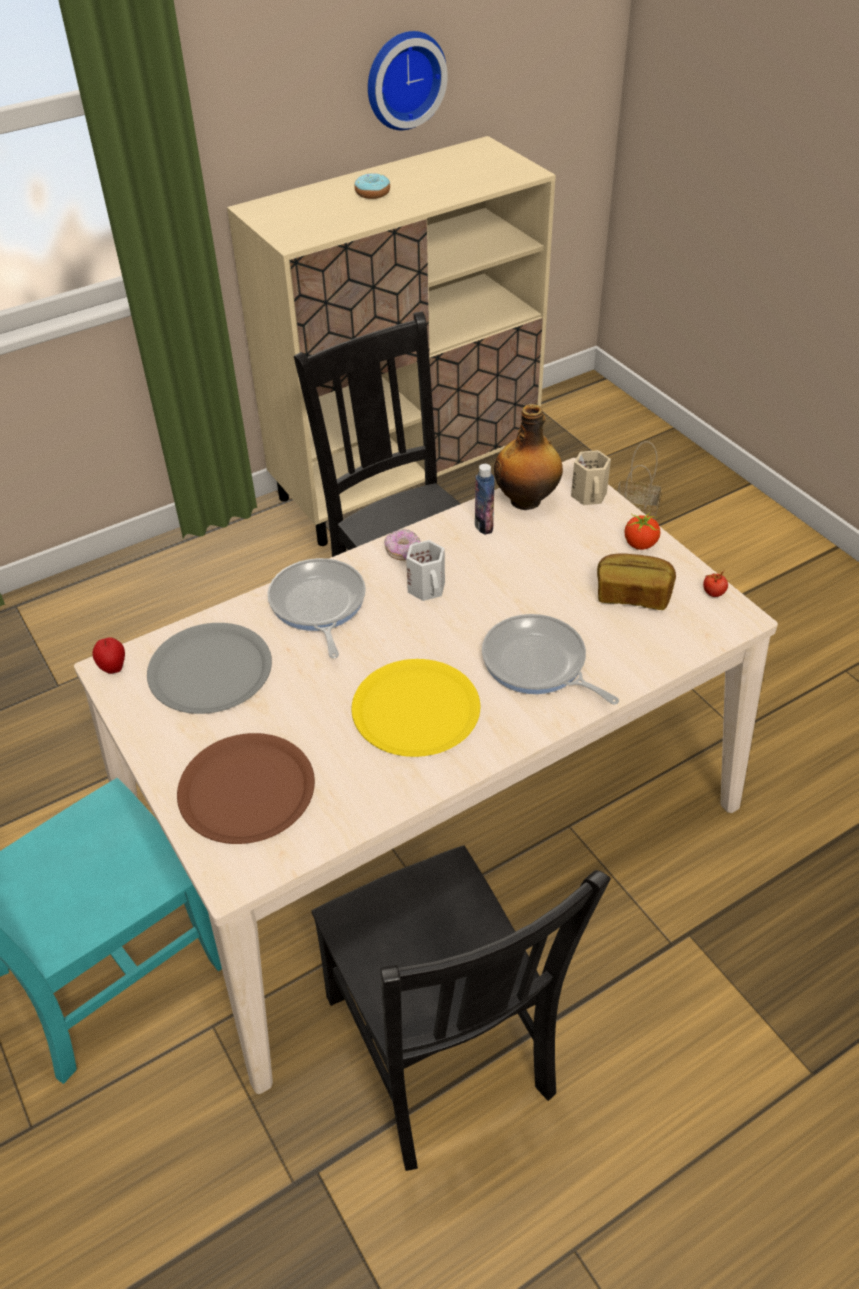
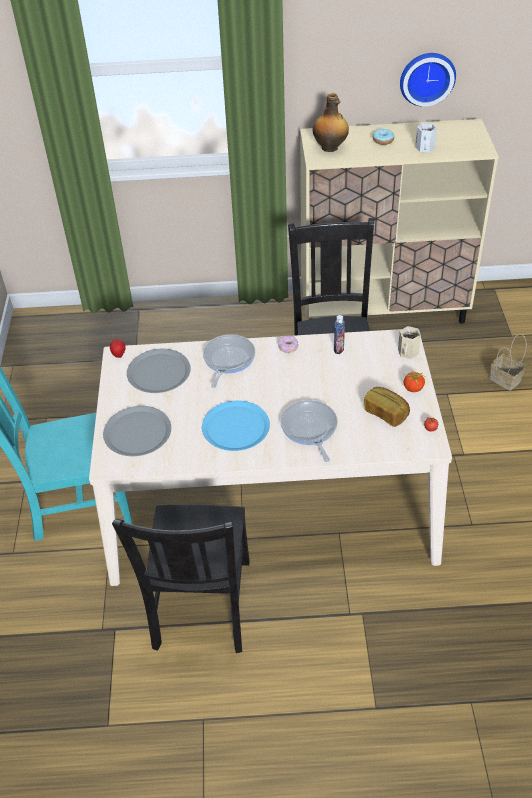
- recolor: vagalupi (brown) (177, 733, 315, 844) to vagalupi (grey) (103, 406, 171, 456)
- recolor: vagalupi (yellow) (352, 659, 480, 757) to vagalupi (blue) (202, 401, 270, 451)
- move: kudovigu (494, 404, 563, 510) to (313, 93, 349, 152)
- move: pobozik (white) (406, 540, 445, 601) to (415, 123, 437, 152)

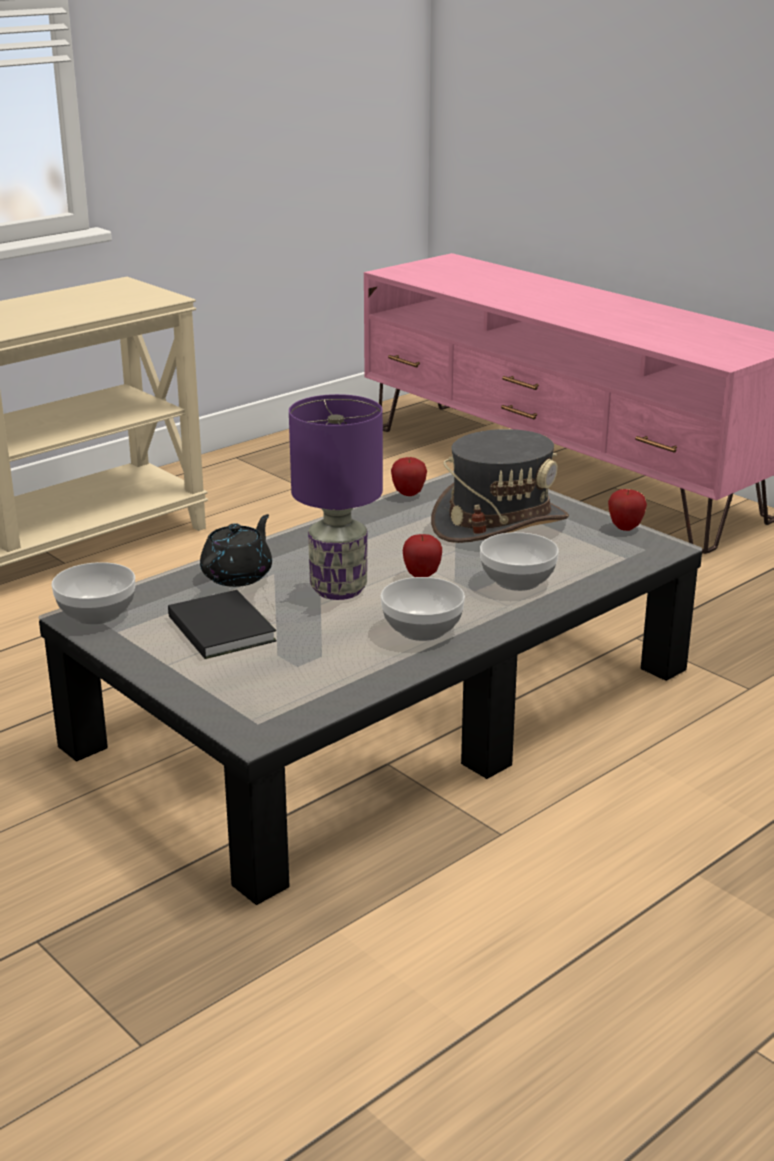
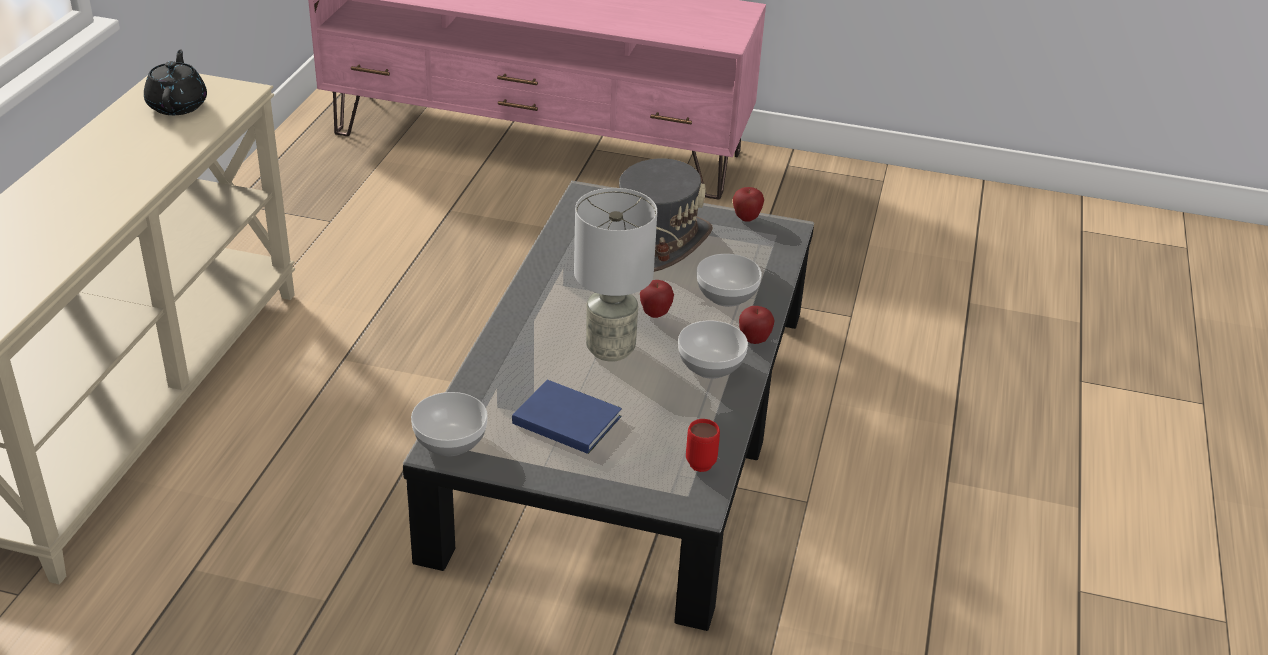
- move: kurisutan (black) (200, 514, 272, 587) to (144, 50, 207, 115)
- recolor: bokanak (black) (168, 590, 277, 659) to bokanak (blue) (512, 380, 622, 454)
- recolor: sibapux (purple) (289, 394, 383, 600) to sibapux (grey) (574, 188, 657, 362)
- insert: pobozik (red) (686, 419, 720, 472)
- move: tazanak (391, 457, 427, 496) to (739, 306, 774, 344)

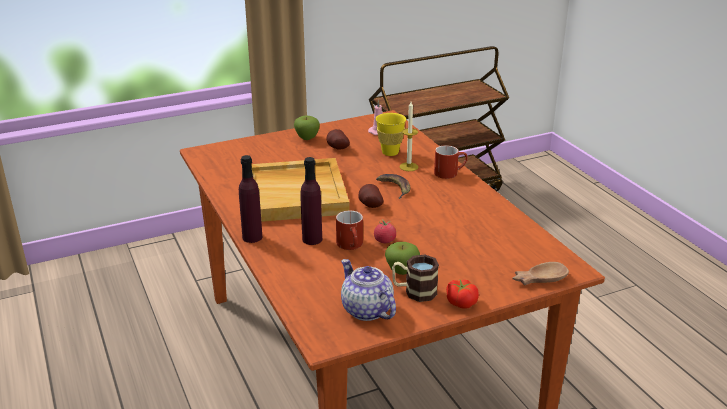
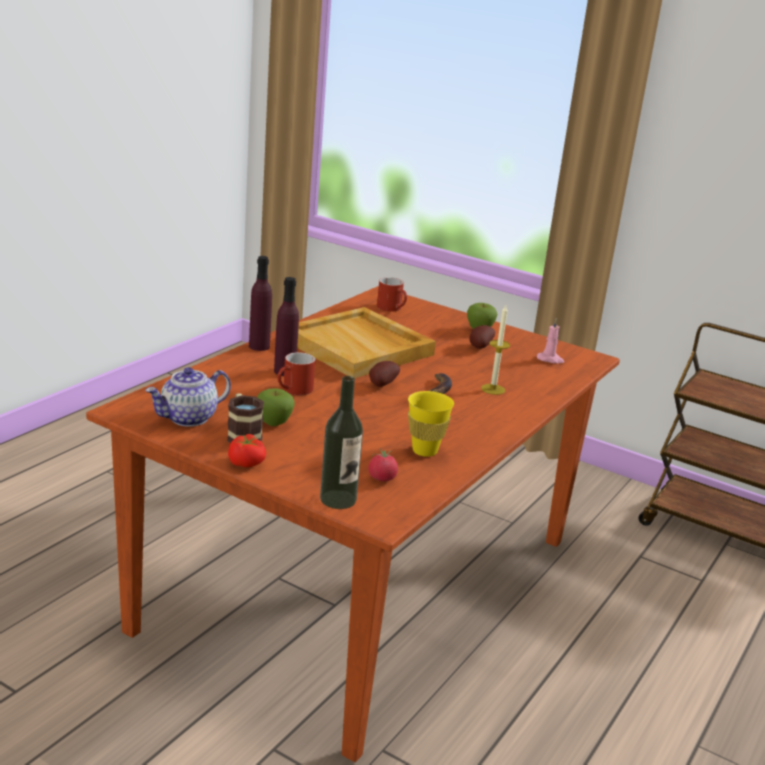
- rotate: kurisutan (341, 259, 396, 321) = (145, 367, 231, 427) 150 degrees counterclockwise
- replace: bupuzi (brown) (512, 262, 569, 285) to kudovigu (320, 376, 363, 509)
- move: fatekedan (374, 219, 396, 243) to (369, 448, 398, 481)
- move: pobozik (red) (434, 145, 468, 179) to (377, 277, 407, 312)
- move: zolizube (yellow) (376, 113, 406, 156) to (408, 391, 454, 457)

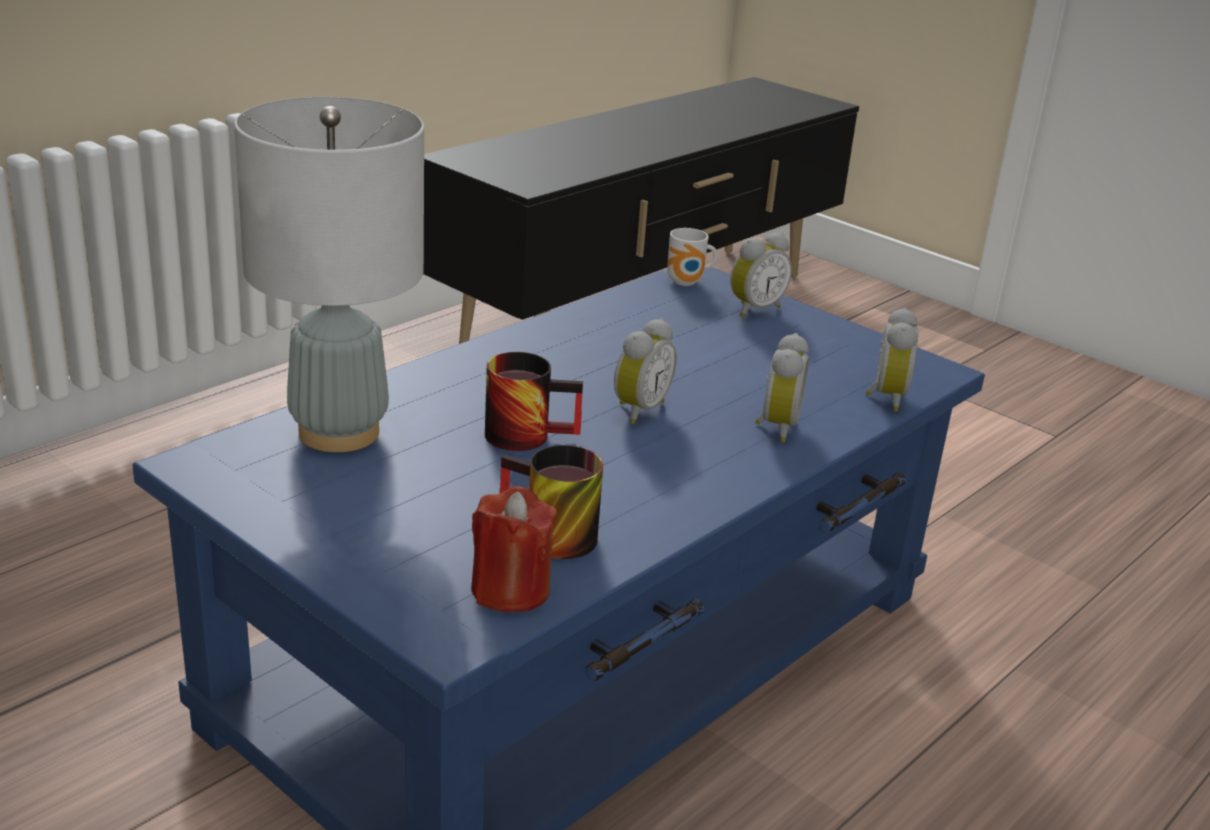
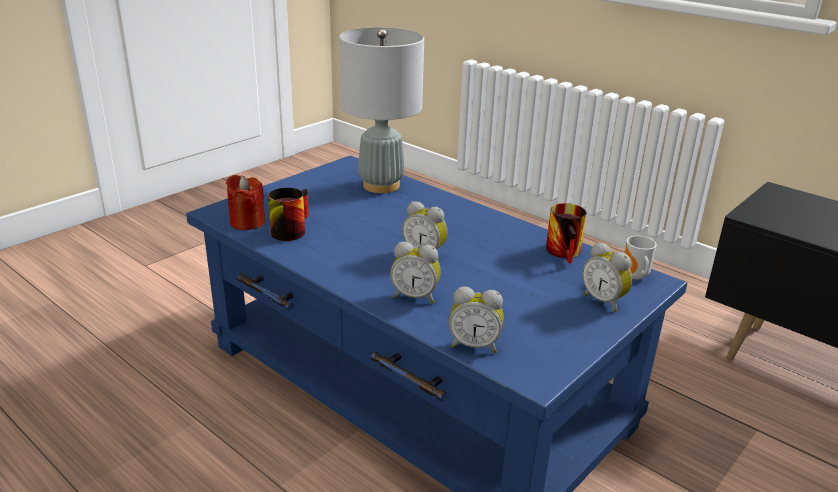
- move: pobozik (485, 352, 583, 451) to (546, 203, 587, 263)

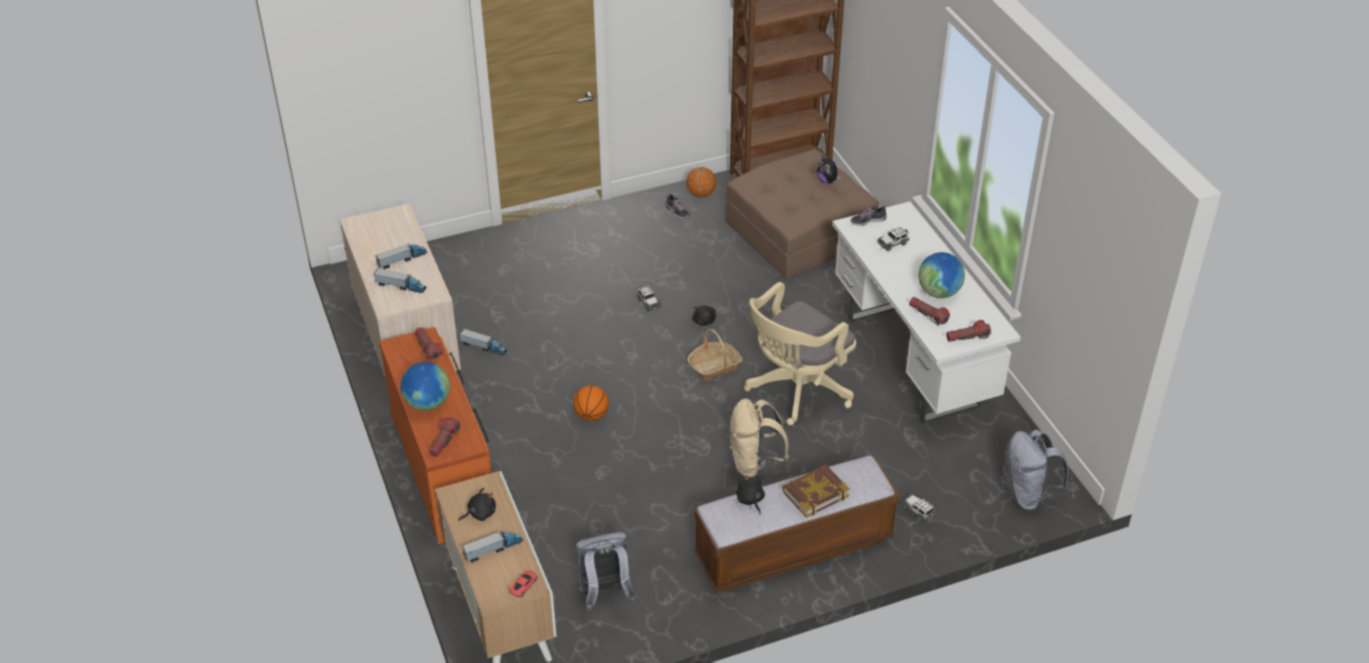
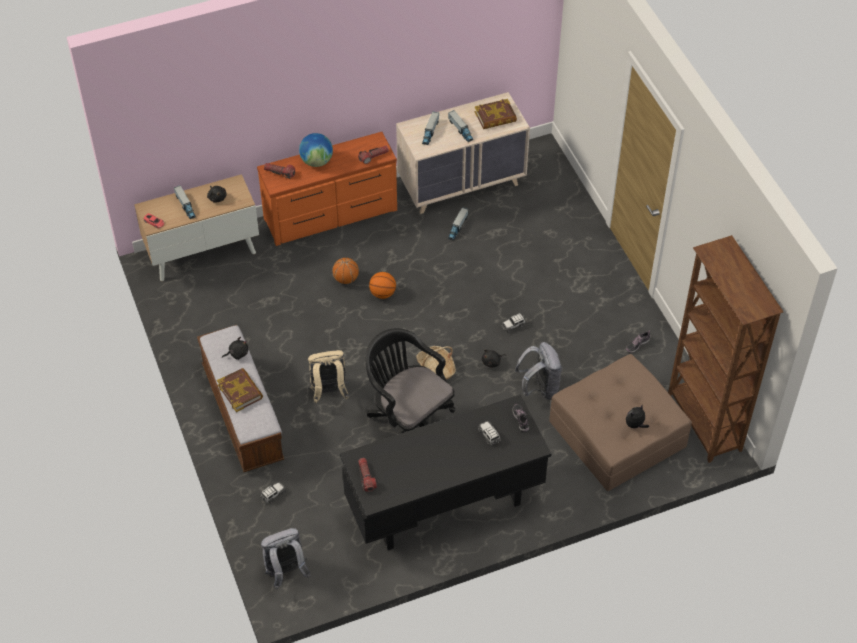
- move: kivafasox (686, 167, 716, 197) to (333, 258, 359, 284)
- recolor: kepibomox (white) (832, 202, 1021, 423) to kepibomox (black) (340, 395, 551, 550)
- recolor: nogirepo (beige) (744, 282, 856, 426) to nogirepo (black) (365, 328, 455, 435)
- insert: bokanak (475, 99, 517, 129)
- move: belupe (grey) (576, 532, 636, 610) to (515, 342, 562, 399)
- delete: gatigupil (909, 297, 950, 326)
- delete: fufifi (918, 252, 965, 298)

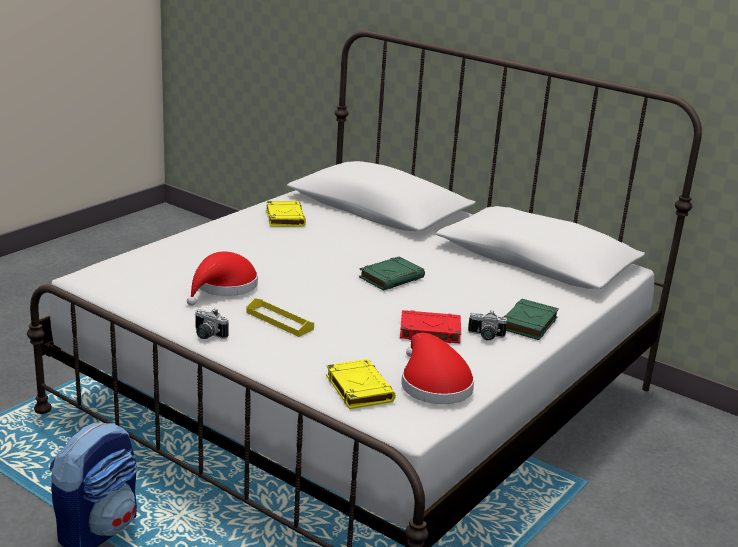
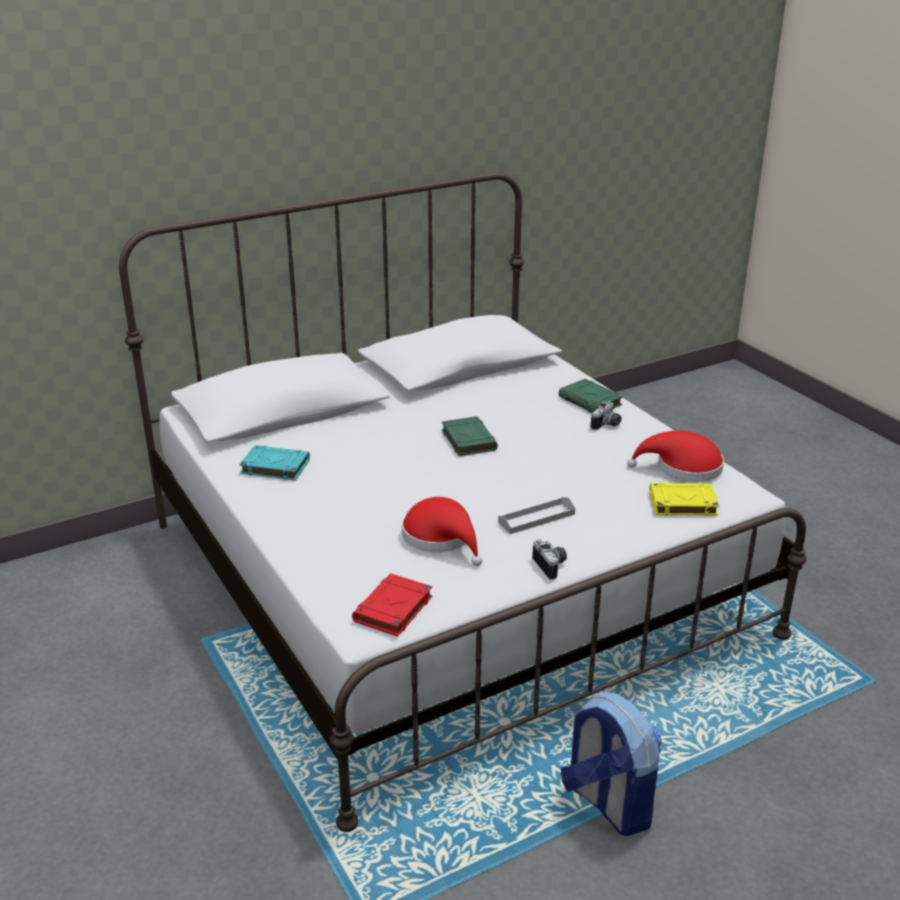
- recolor: bokanak (yellow) (267, 201, 306, 227) to bokanak (turquoise) (239, 445, 310, 480)
- move: bokanak (red) (400, 310, 461, 344) to (352, 573, 432, 637)
- recolor: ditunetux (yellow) (247, 298, 314, 337) to ditunetux (grey) (498, 497, 575, 534)
- rotate: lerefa (195, 309, 228, 339) = (532, 539, 567, 580) 75 degrees counterclockwise

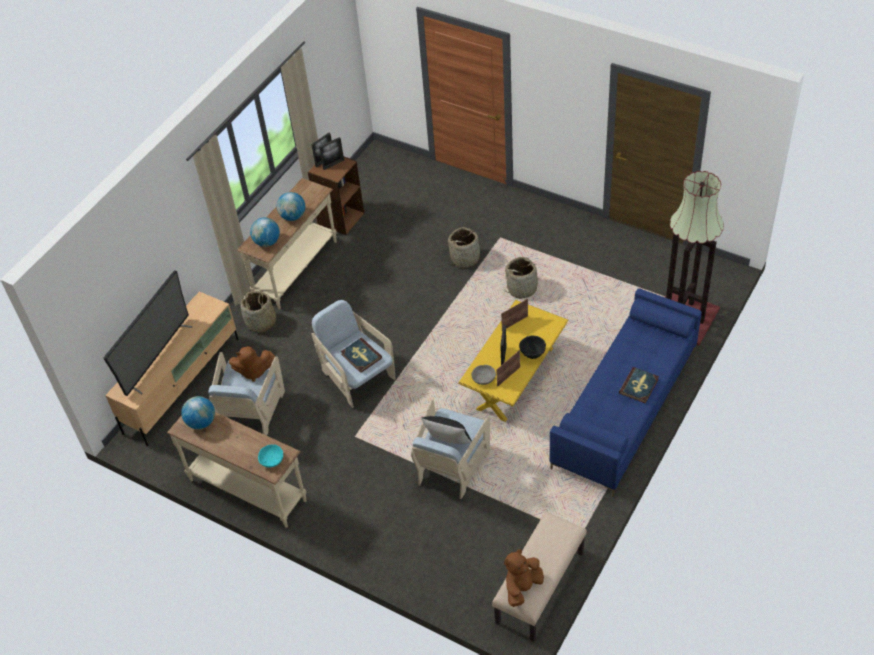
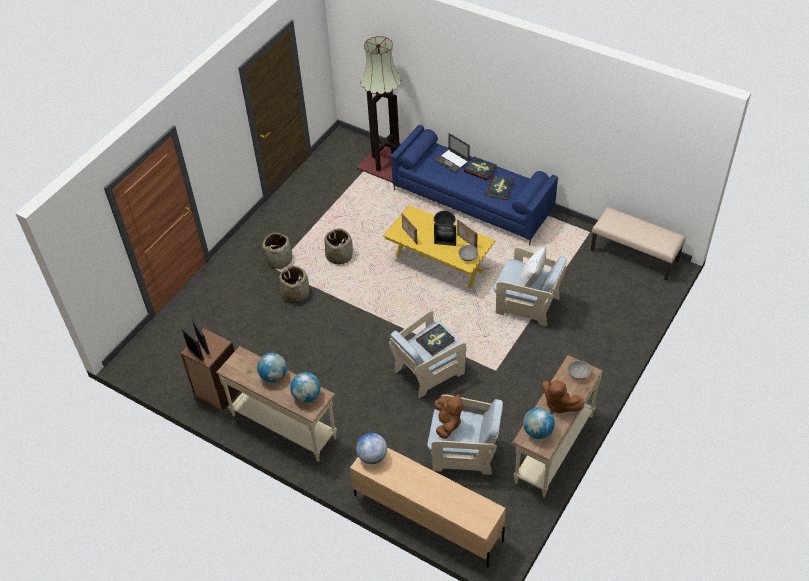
- move: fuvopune (241, 291, 276, 333) to (262, 232, 293, 269)
- insert: fufifi (356, 433, 387, 464)
- insert: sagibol (435, 133, 470, 173)
- insert: bokanak (485, 175, 514, 200)
- recolor: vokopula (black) (421, 416, 472, 444) to vokopula (white) (519, 246, 546, 288)
- move: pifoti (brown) (504, 549, 544, 607) to (542, 380, 584, 414)
- recolor: bupuzi (turquoise) (258, 445, 283, 468) to bupuzi (grey) (568, 360, 592, 380)
- delete: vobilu (103, 270, 193, 396)

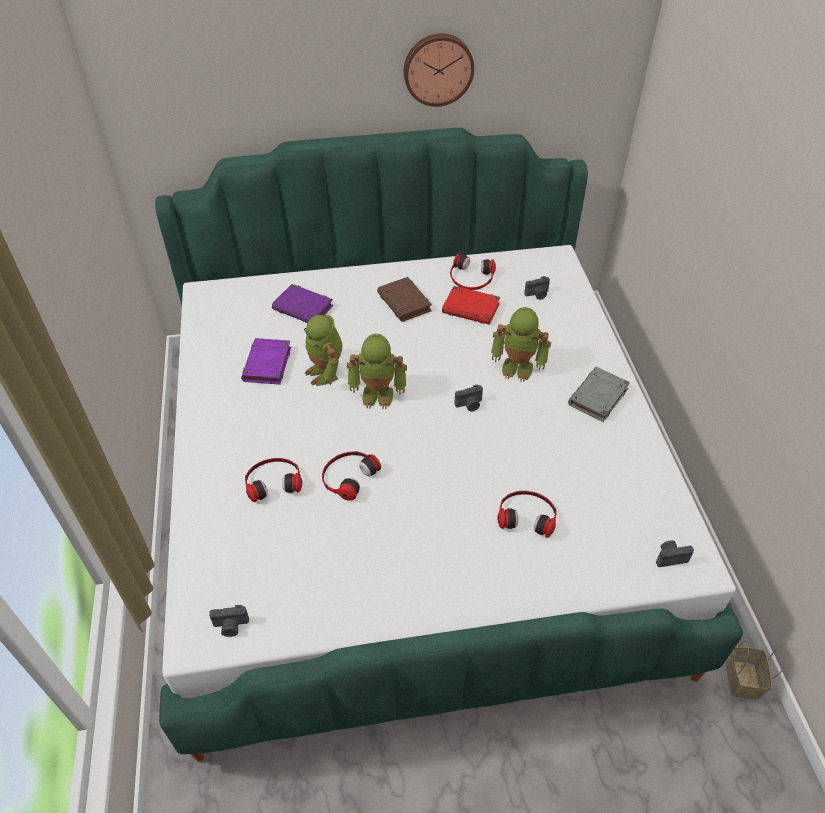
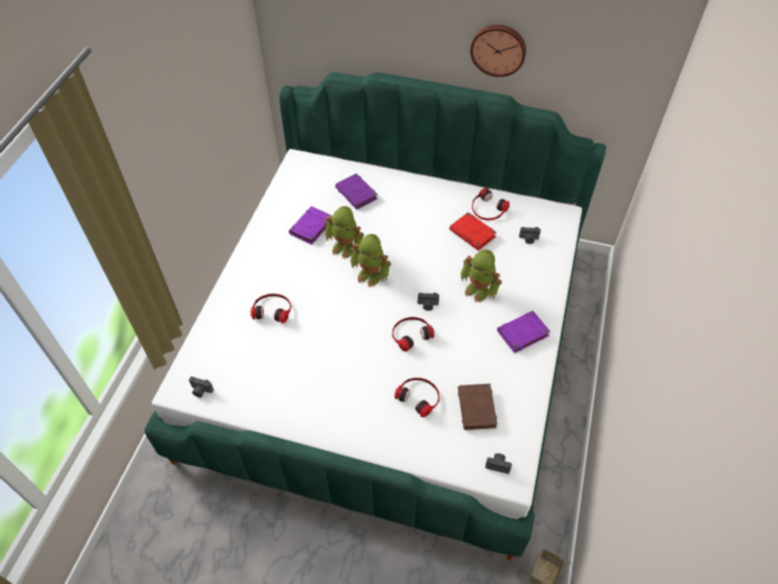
- rotate: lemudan (304, 315, 343, 386) = (325, 206, 364, 259) 60 degrees counterclockwise
- move: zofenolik (322, 451, 381, 501) to (392, 317, 434, 352)
- move: bokanak (brown) (377, 277, 432, 322) to (458, 384, 497, 430)
- recolor: bokanak (grey) (568, 367, 630, 422) to bokanak (purple) (497, 311, 550, 353)

